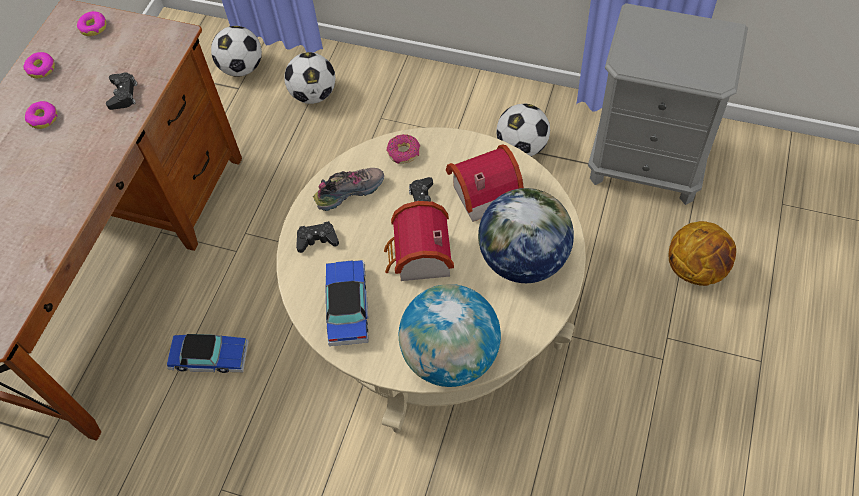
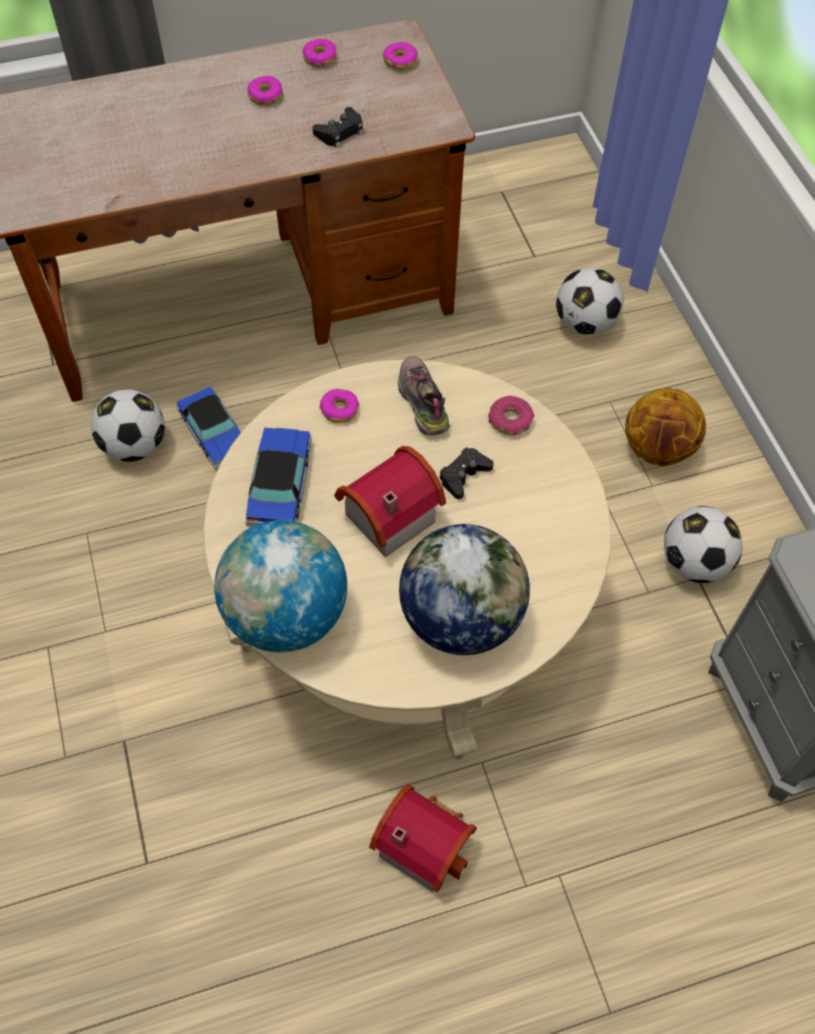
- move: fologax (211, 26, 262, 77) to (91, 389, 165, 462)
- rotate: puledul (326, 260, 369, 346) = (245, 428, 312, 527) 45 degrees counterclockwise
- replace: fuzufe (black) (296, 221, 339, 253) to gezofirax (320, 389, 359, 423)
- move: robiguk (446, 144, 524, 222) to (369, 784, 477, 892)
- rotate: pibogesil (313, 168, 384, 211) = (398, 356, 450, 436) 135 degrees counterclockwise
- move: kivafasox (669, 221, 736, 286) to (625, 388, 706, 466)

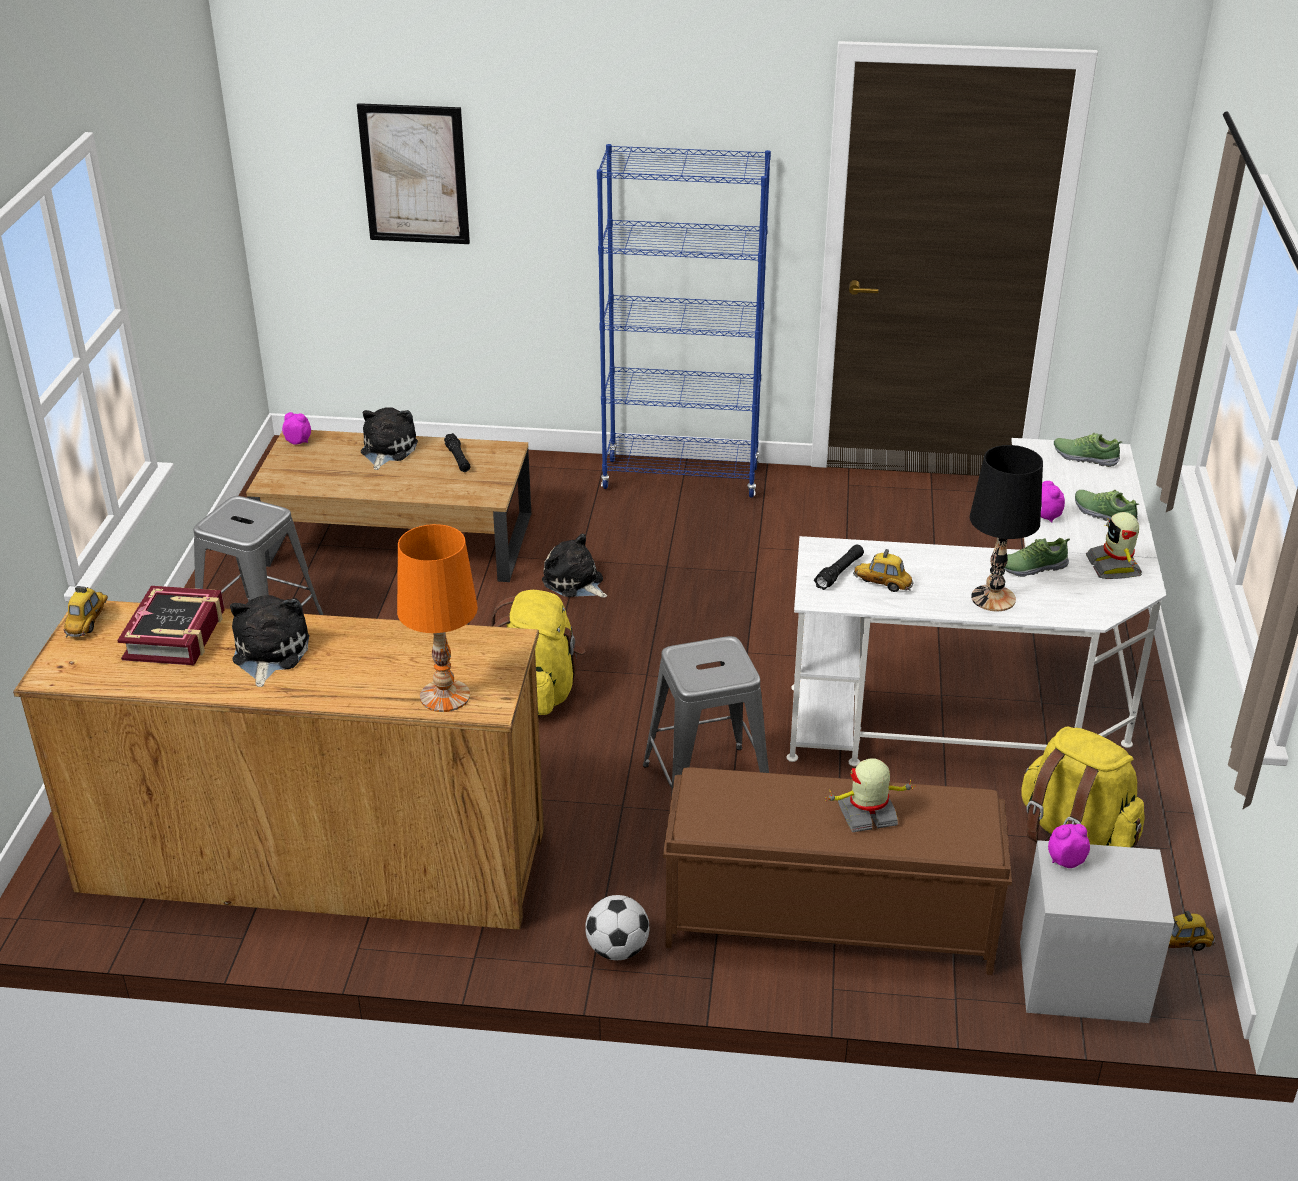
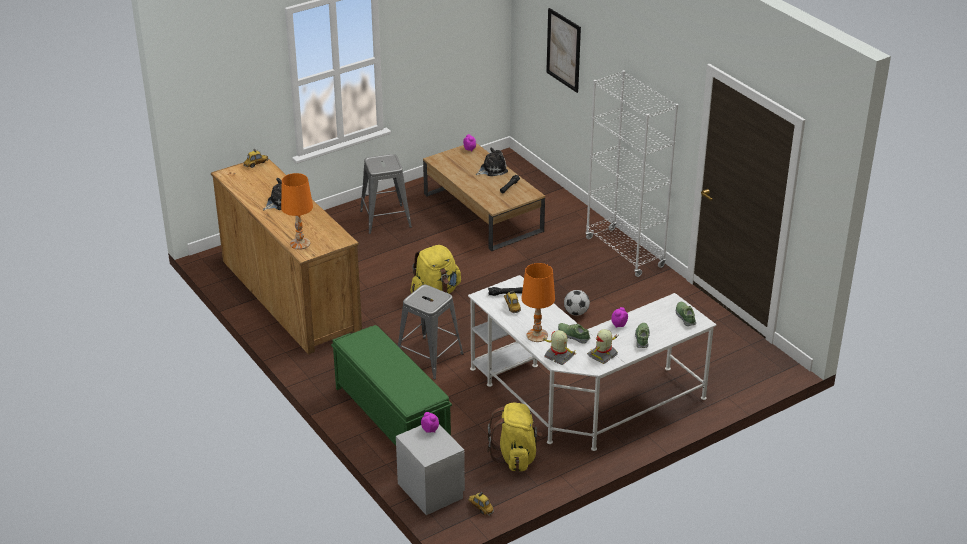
- recolor: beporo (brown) (663, 767, 1012, 975) to beporo (green) (331, 325, 452, 446)
- recolor: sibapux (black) (970, 445, 1043, 611) to sibapux (orange) (521, 263, 555, 342)
- move: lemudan (825, 758, 916, 832) to (541, 330, 577, 365)
- move: fologax (585, 895, 650, 960) to (564, 290, 590, 316)
- recolor: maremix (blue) (597, 144, 771, 498) to maremix (white) (585, 70, 678, 277)
- delete: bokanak (117, 586, 225, 665)
- delete: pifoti (542, 533, 607, 597)

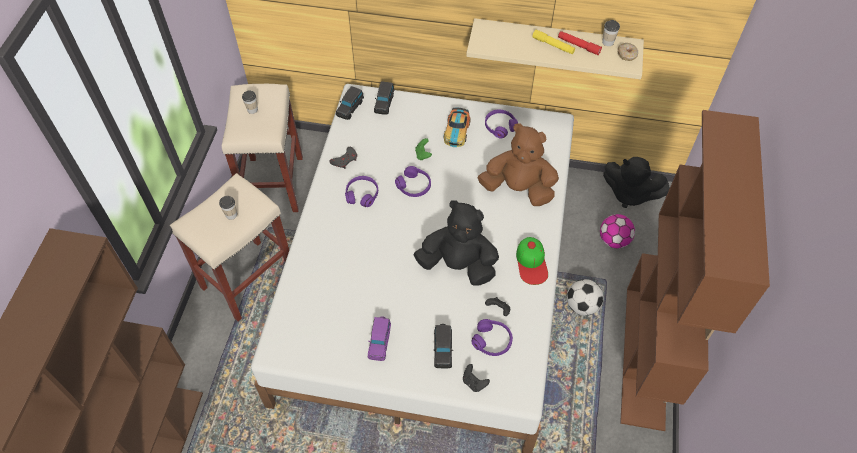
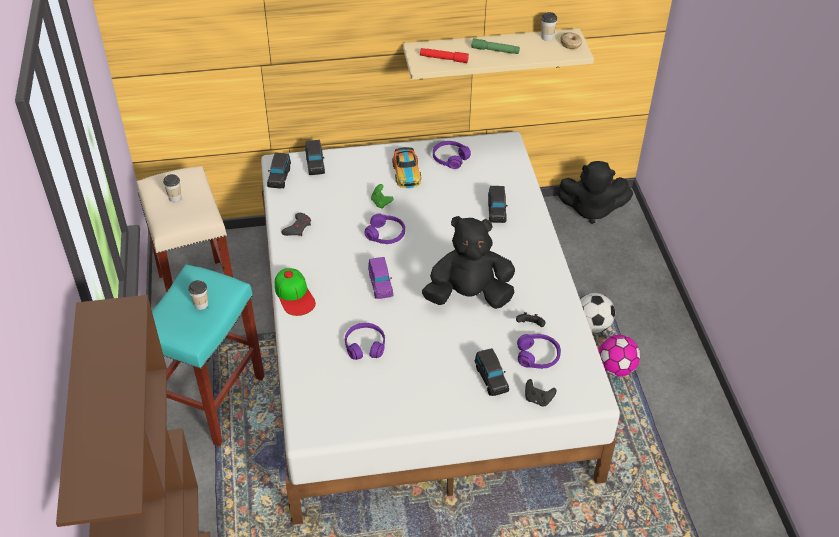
- recolor: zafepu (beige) (170, 173, 289, 321) to zafepu (turquoise) (152, 264, 264, 446)
- move: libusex (516, 237, 548, 285) to (275, 268, 316, 316)
- move: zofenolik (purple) (345, 176, 378, 207) to (345, 323, 385, 360)
- move: puledul (purple) (368, 316, 391, 361) to (368, 257, 393, 299)
- move: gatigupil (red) (558, 31, 602, 55) to (420, 48, 469, 63)
- recolor: gatigupil (yellow) (532, 29, 575, 54) to gatigupil (green) (471, 38, 520, 54)
- replace: pifoti (brown) (478, 124, 559, 206) to puledul (black) (488, 186, 508, 223)
- move: fologax (600, 214, 635, 248) to (598, 335, 640, 377)
- delete: maremix (brown) (620, 110, 770, 431)

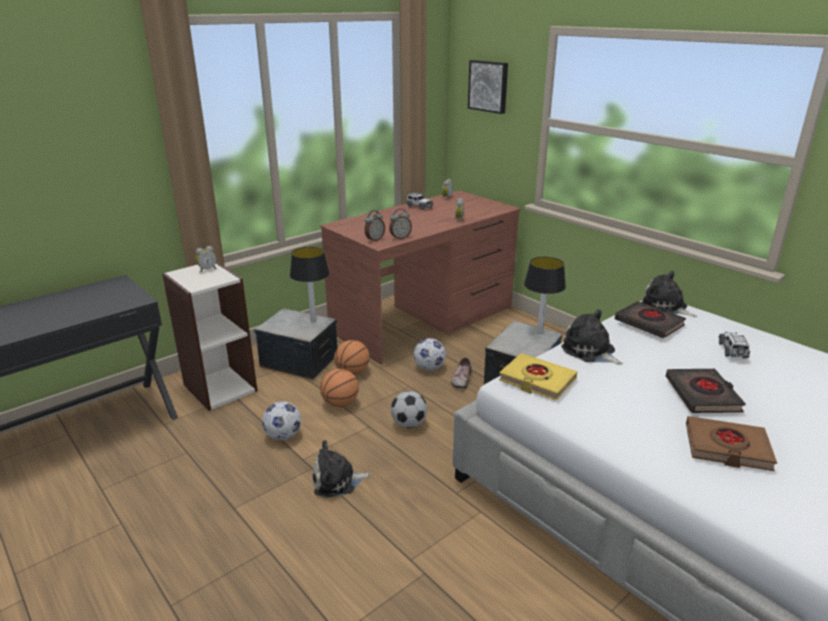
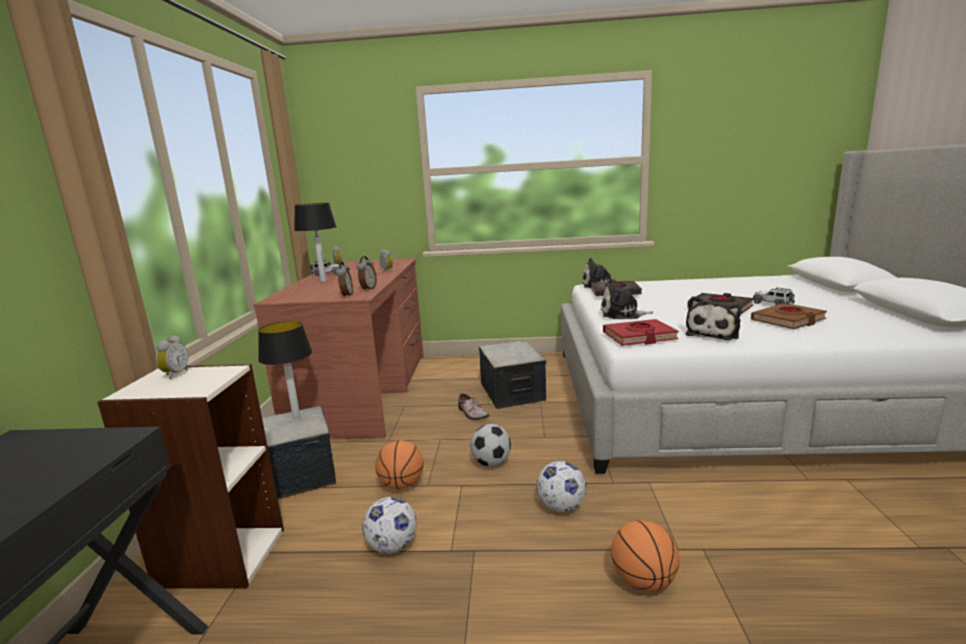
- move: sibapux (524, 257, 566, 334) to (294, 203, 337, 282)
- move: fologax (414, 338, 446, 371) to (537, 461, 586, 512)
- recolor: bokanak (yellow) (499, 353, 577, 401) to bokanak (red) (603, 319, 679, 346)
- move: kivafasox (334, 340, 370, 375) to (611, 520, 680, 592)
- move: pifoti (313, 440, 371, 498) to (686, 296, 742, 340)
- move: puledul (719, 332, 750, 359) to (753, 287, 795, 305)
- delete: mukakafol (468, 60, 508, 114)

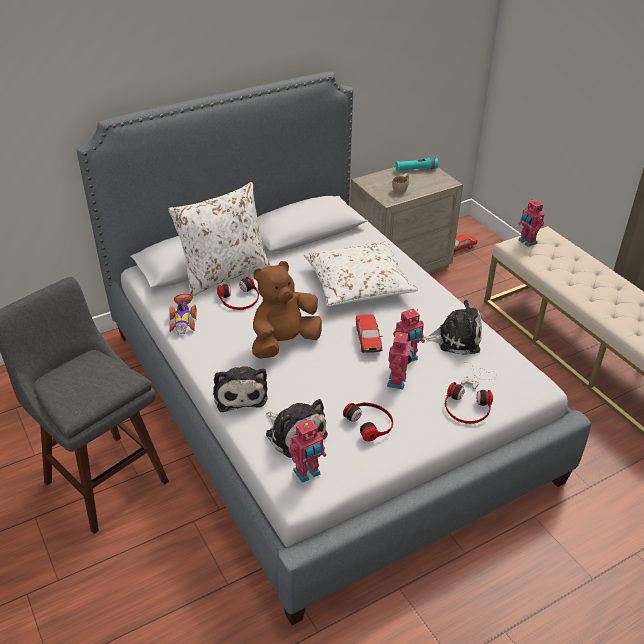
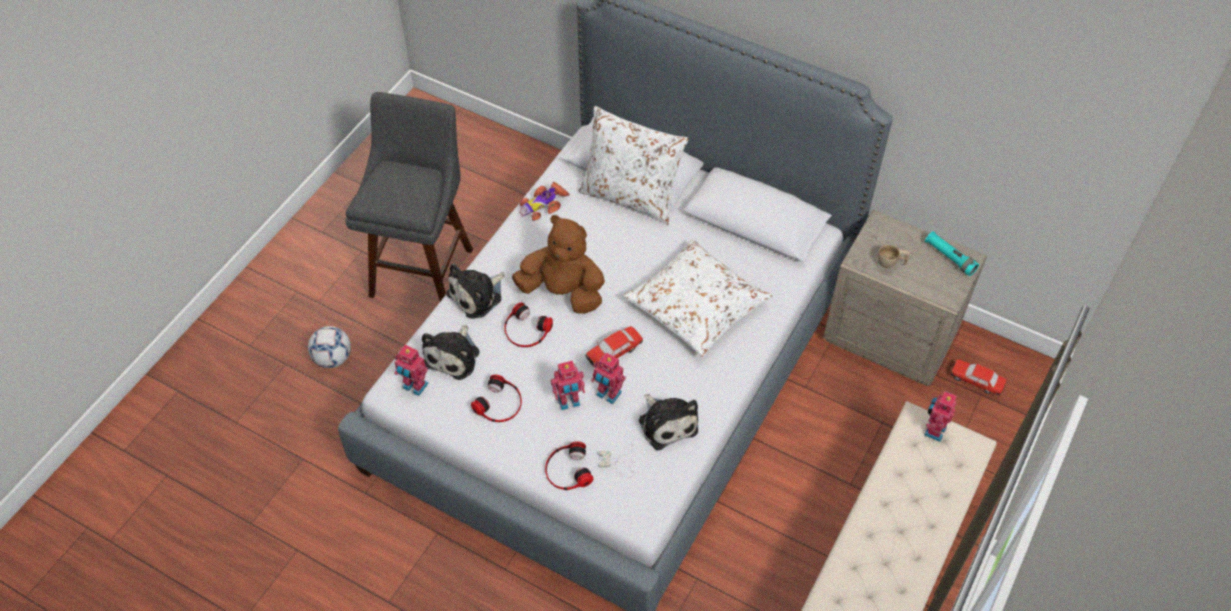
- insert: fologax (308, 326, 351, 368)
- move: zofenolik (217, 277, 259, 310) to (505, 302, 553, 347)

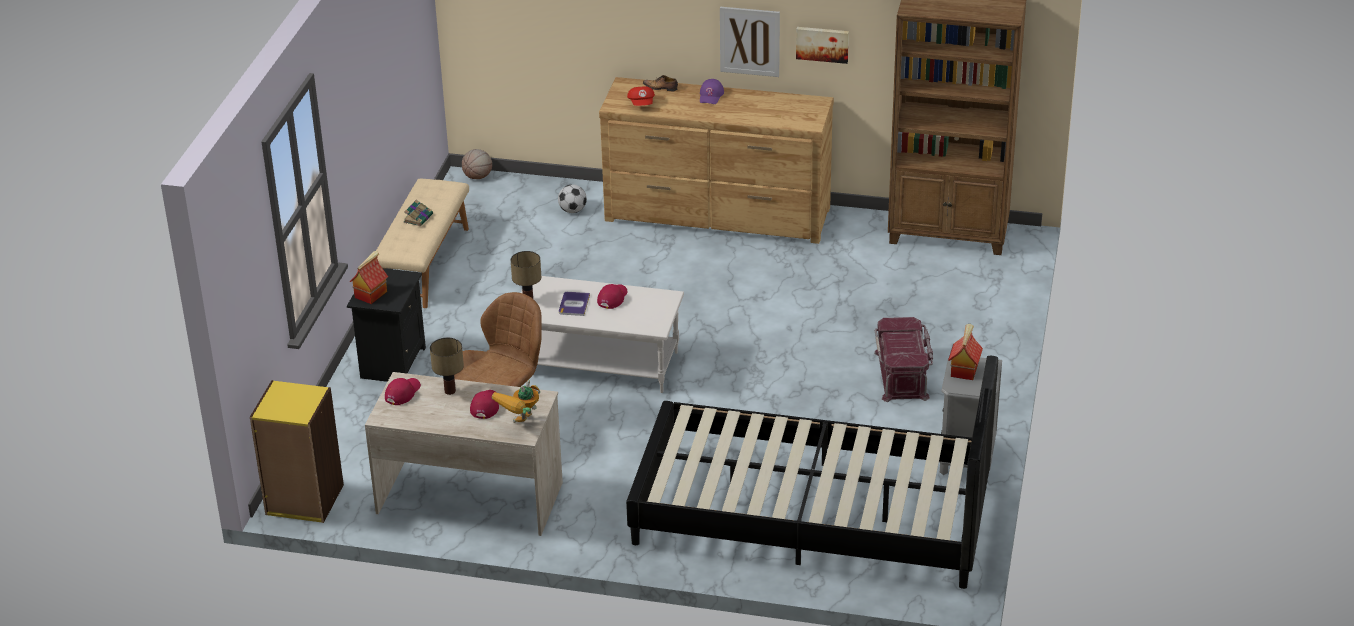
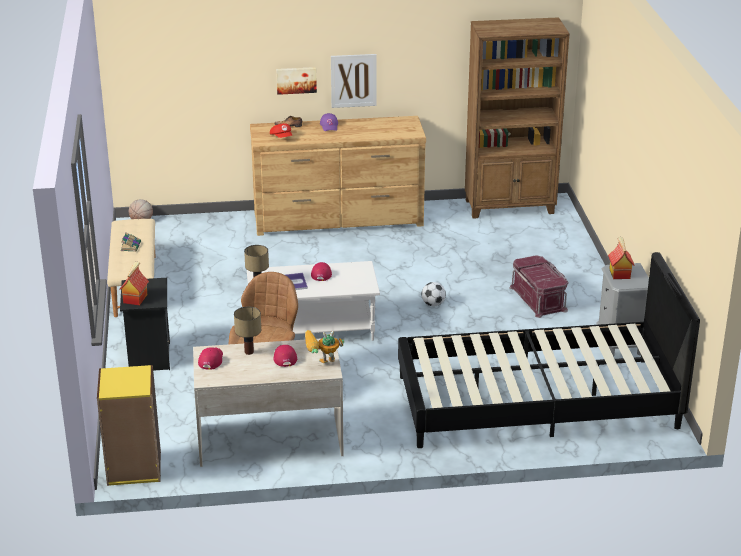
- move: mukakafol (796, 27, 849, 64) to (276, 67, 317, 95)
- rotate: lemudan (492, 380, 540, 423) = (305, 330, 344, 363) 60 degrees clockwise
- move: fologax (558, 184, 587, 213) to (421, 282, 446, 306)

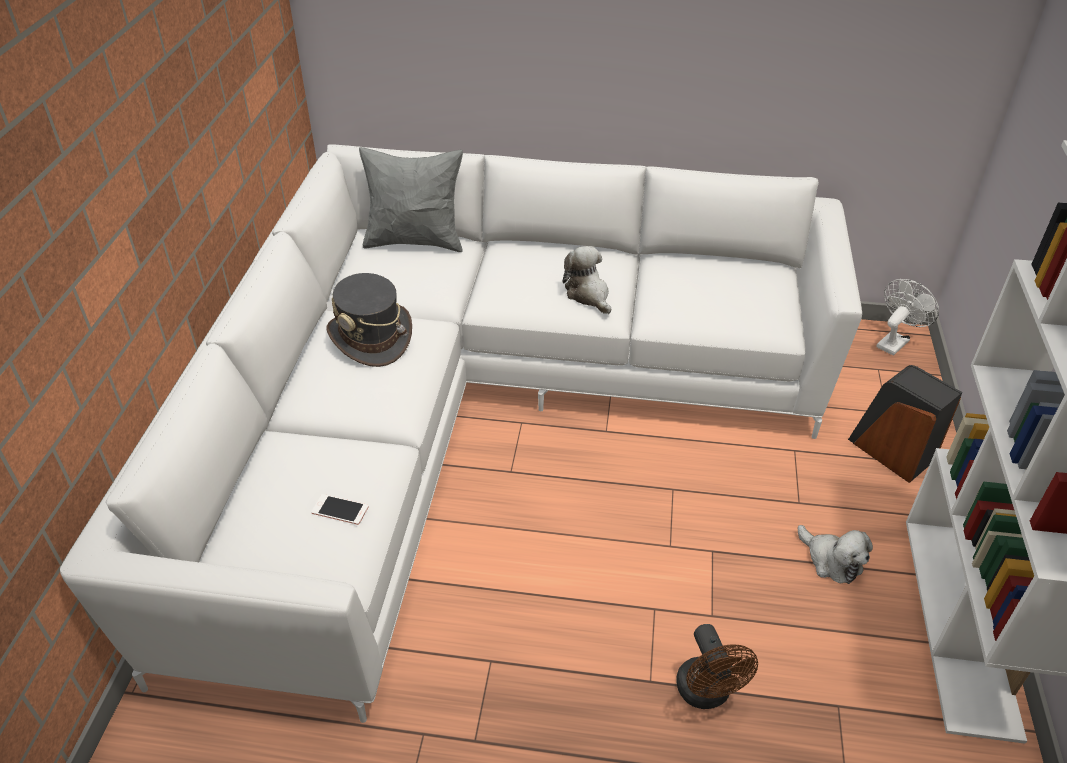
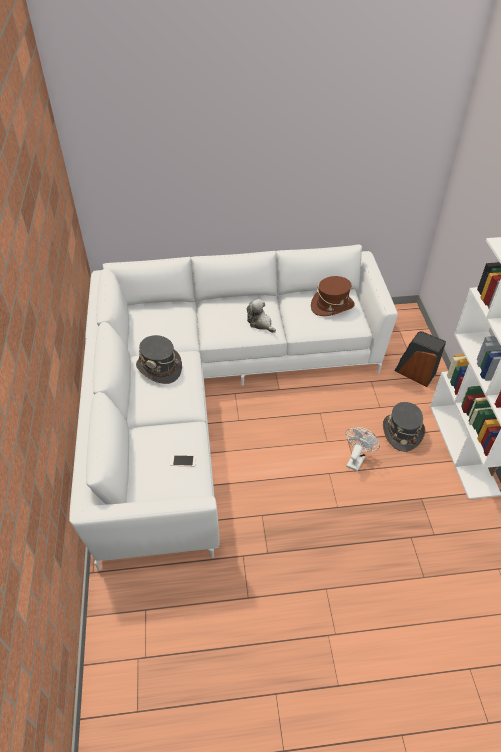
- insert: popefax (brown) (311, 276, 355, 316)
- move: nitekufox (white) (876, 279, 939, 356) to (346, 427, 380, 472)
- replace: pifoti (798, 525, 873, 584) to popefax (grey) (383, 402, 425, 452)
- delete: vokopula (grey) (359, 147, 463, 252)
- delete: nitekufox (brown) (676, 624, 758, 709)

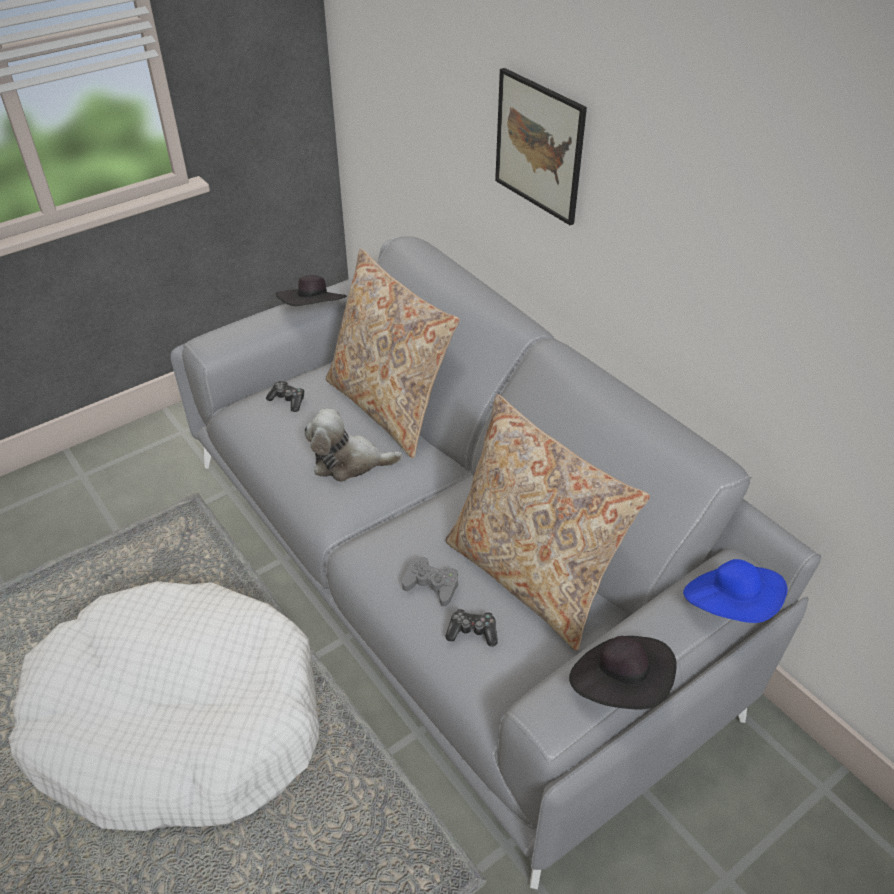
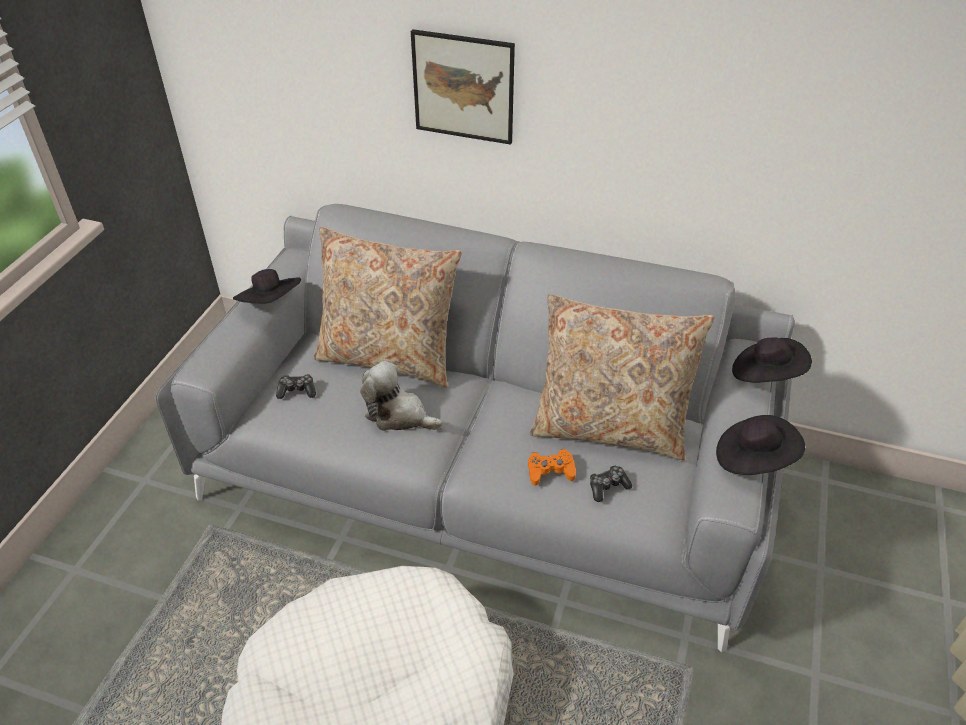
- rotate: pifoti (304, 409, 402, 482) = (360, 361, 443, 431) 60 degrees clockwise
- recolor: fuzufe (grey) (402, 557, 458, 607) to fuzufe (orange) (528, 449, 576, 486)
- recolor: popefax (blue) (683, 559, 788, 623) to popefax (black) (732, 338, 812, 383)

